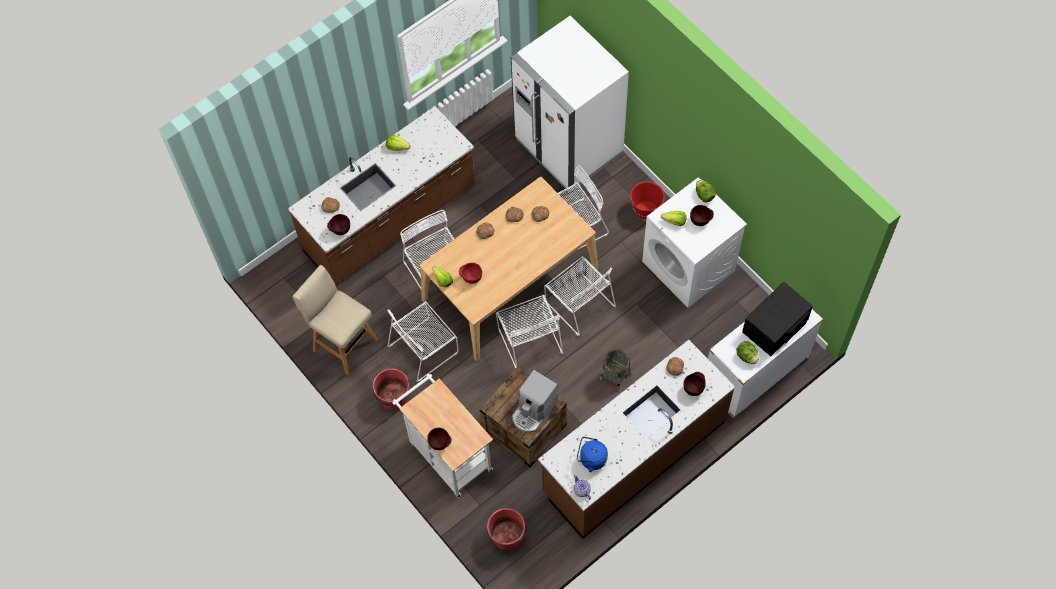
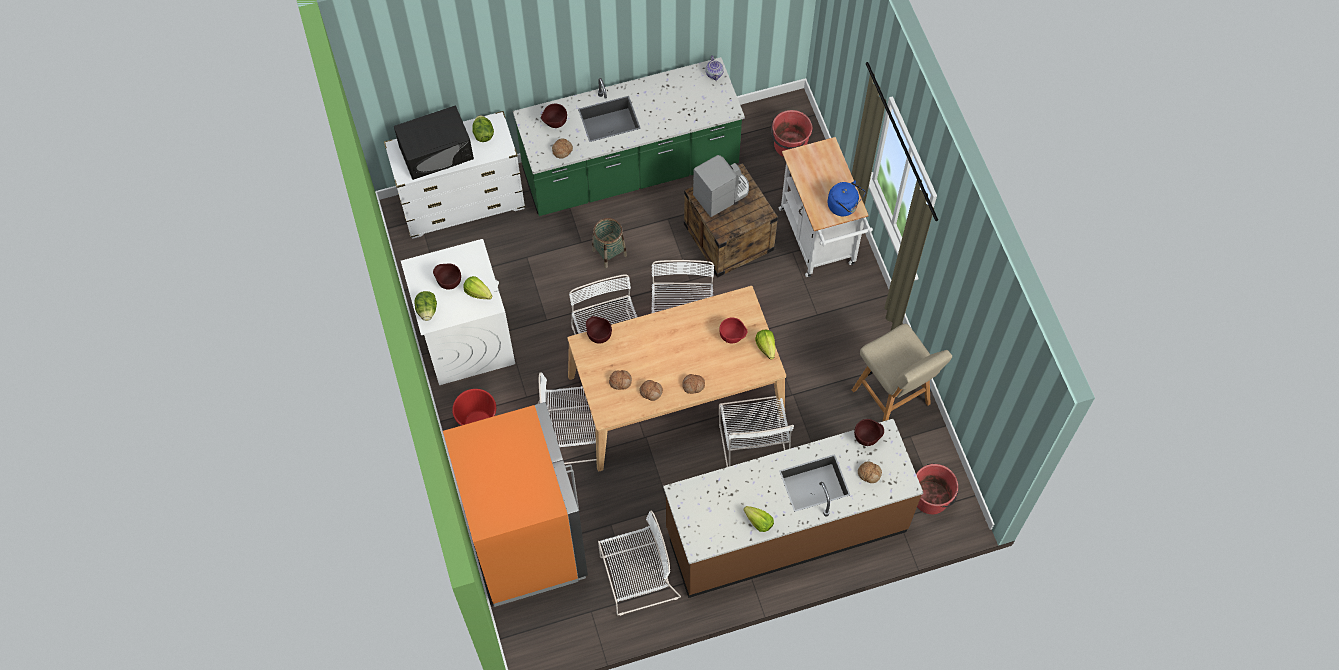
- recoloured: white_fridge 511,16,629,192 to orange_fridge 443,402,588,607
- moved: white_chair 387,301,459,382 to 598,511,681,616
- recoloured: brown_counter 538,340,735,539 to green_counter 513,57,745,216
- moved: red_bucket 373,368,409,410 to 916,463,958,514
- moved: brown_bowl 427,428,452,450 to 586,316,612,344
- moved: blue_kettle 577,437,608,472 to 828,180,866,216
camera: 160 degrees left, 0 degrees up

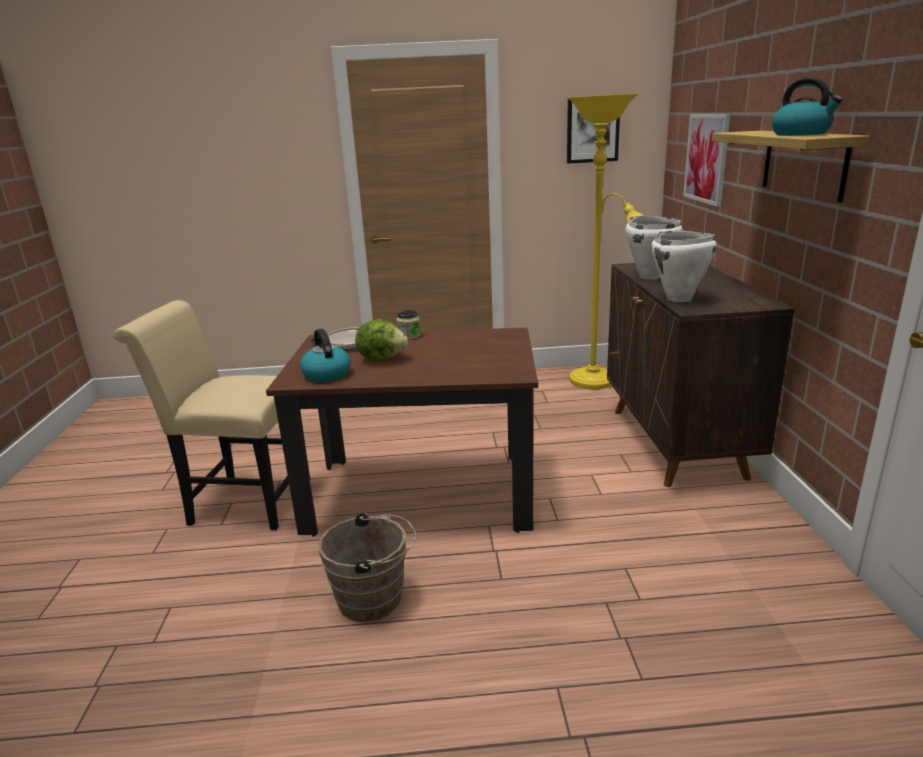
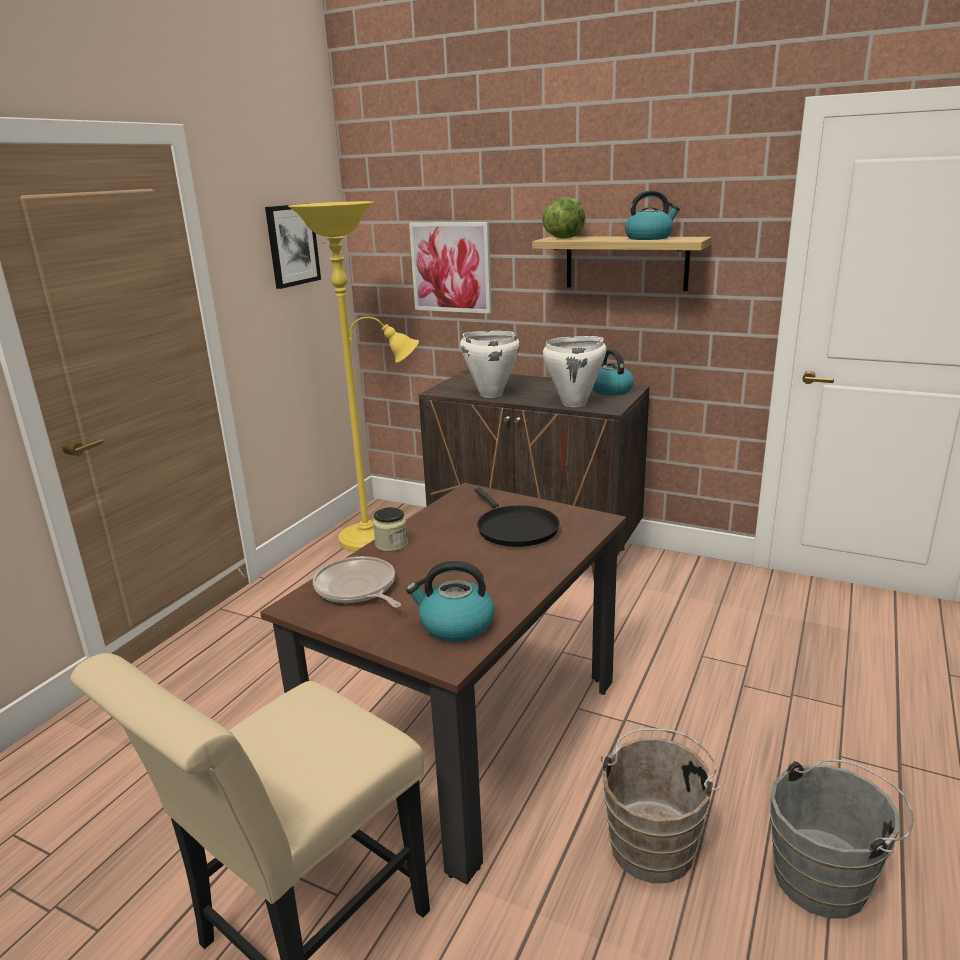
- moved: lettuce 355,319,408,361 to 542,197,585,239
- added: kettle 592,349,634,396
- added: black_frying_pan 474,488,560,547
- added: grey_bucket 769,759,913,919
camera: 60 degrees left, 0 degrees up

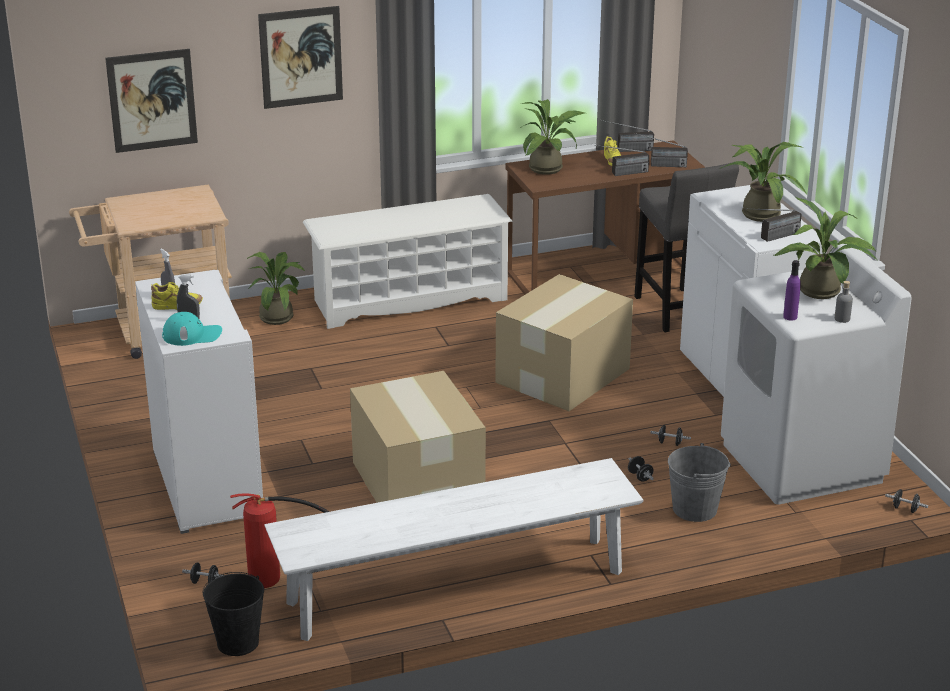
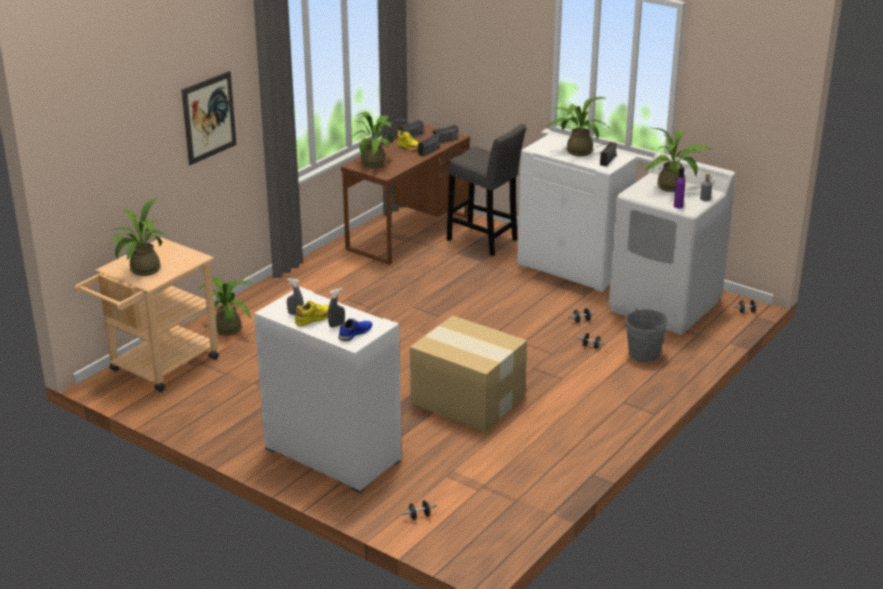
- removed: picture 105,49,198,153
- removed: white_shoe_rack 303,194,513,329
- removed: cardboard_box 495,274,633,411
- replaced: turquoise_cap 162,312,222,346 to blue_shoe 338,319,373,341
- removed: white_bench 264,458,643,641
- removed: fire_extinguisher 230,493,330,588
- removed: black_bucket 203,572,264,656
- added: potted_plant 110,198,167,276
camera: 35 degrees left, 0 degrees up

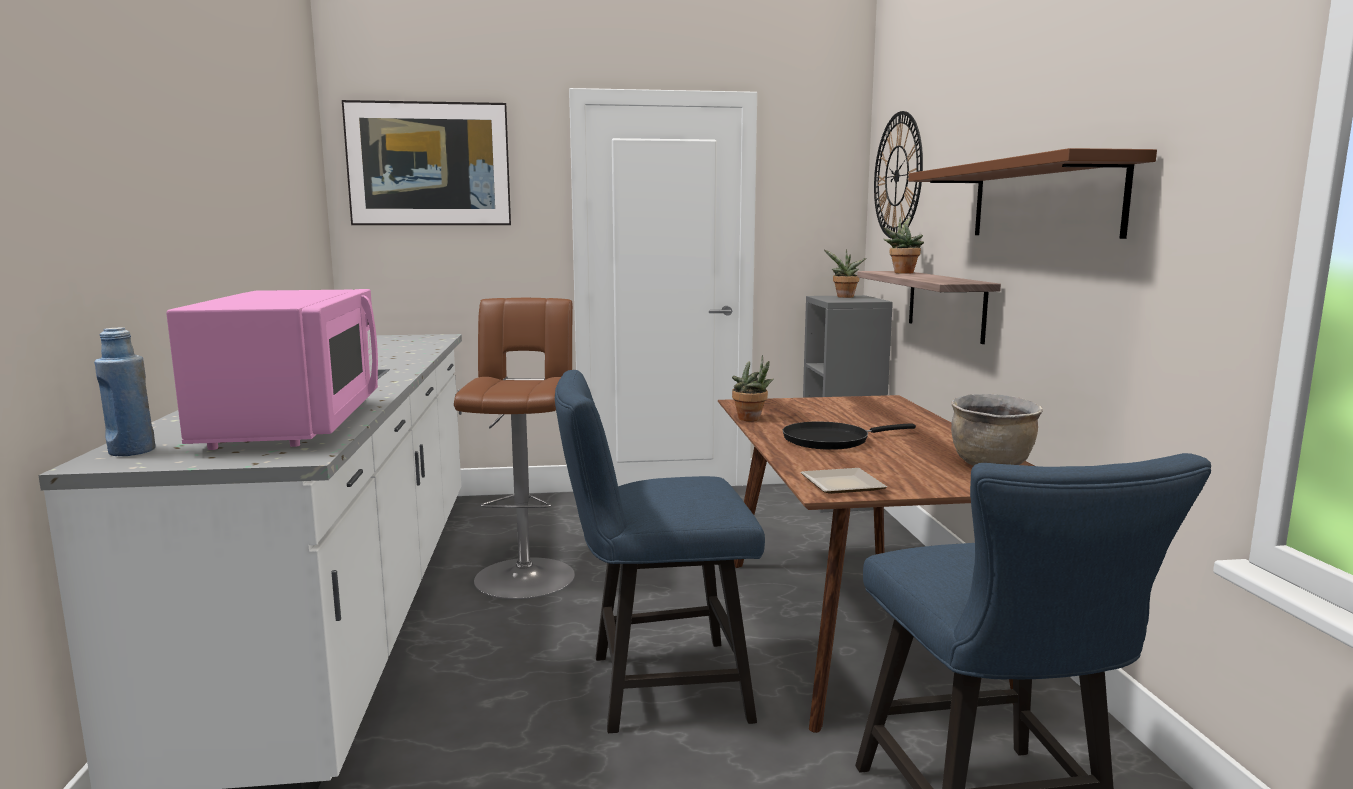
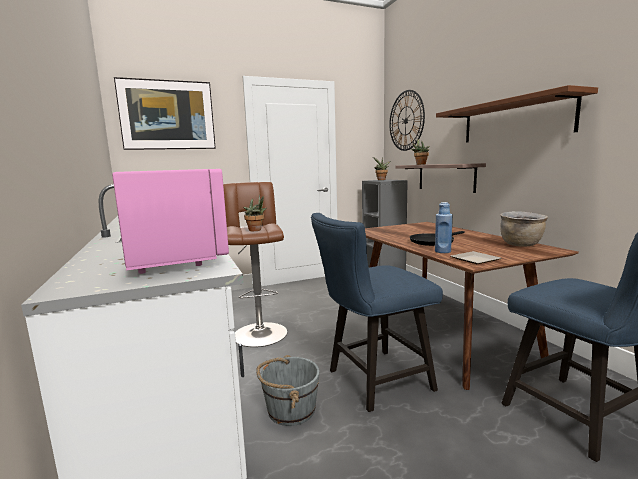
- moved: blue_bottle 94,327,156,456 to 435,202,453,253
- moved: potted_plant 732,355,774,421 to 243,194,266,231
- added: grey_bucket 256,355,320,426
camera: 15 degrees left, 0 degrees up

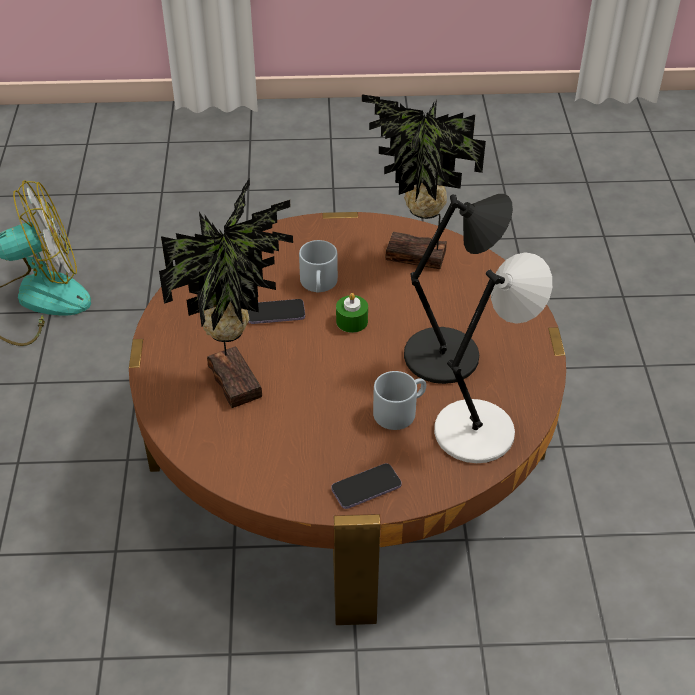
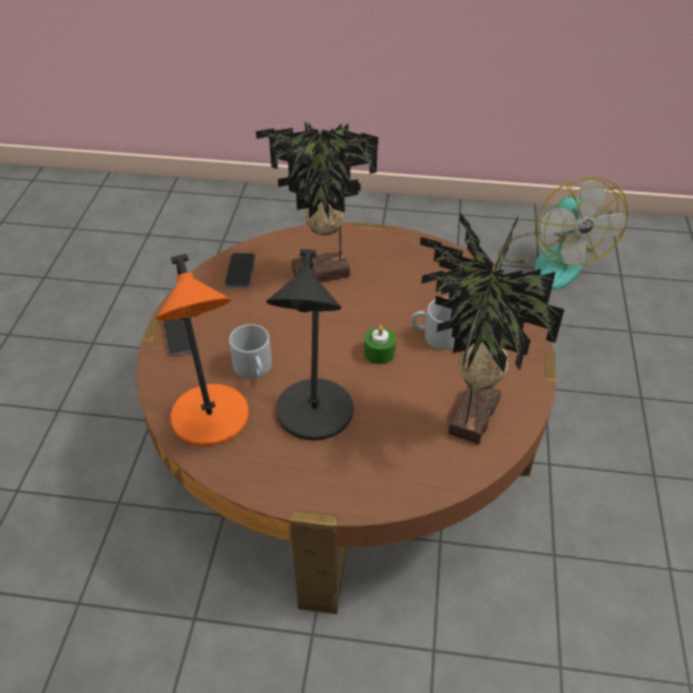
- recoloured: grey_table_lamp 434,252,552,463 to orange_table_lamp 156,254,249,447
- moved: phone 248,299,305,324 to 225,253,256,288
camera: 100 degrees right, 0 degrees up

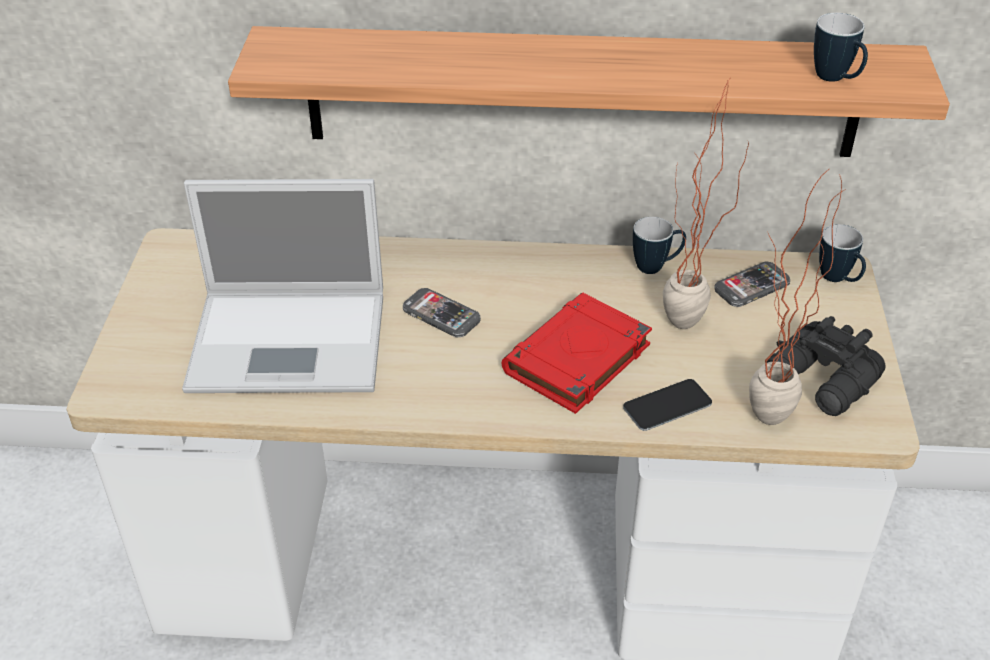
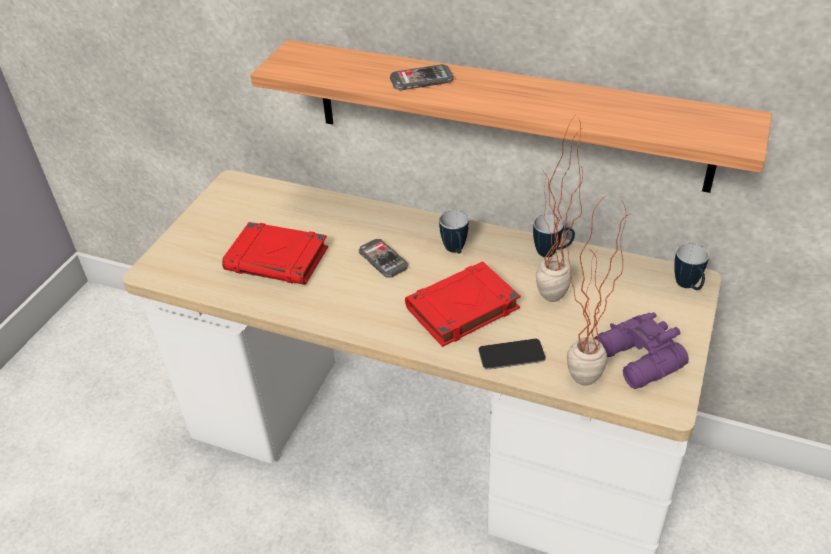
- moved: mug 814,13,868,82 to 439,210,469,254
- replaced: laptop 182,179,383,393 to red_book 222,222,328,285
- moved: phone 714,261,790,307 to 390,64,454,90
- recoloured: black_binoculars 767,316,886,416 to purple_binoculars 594,312,689,389
camera: 20 degrees right, 0 degrees up

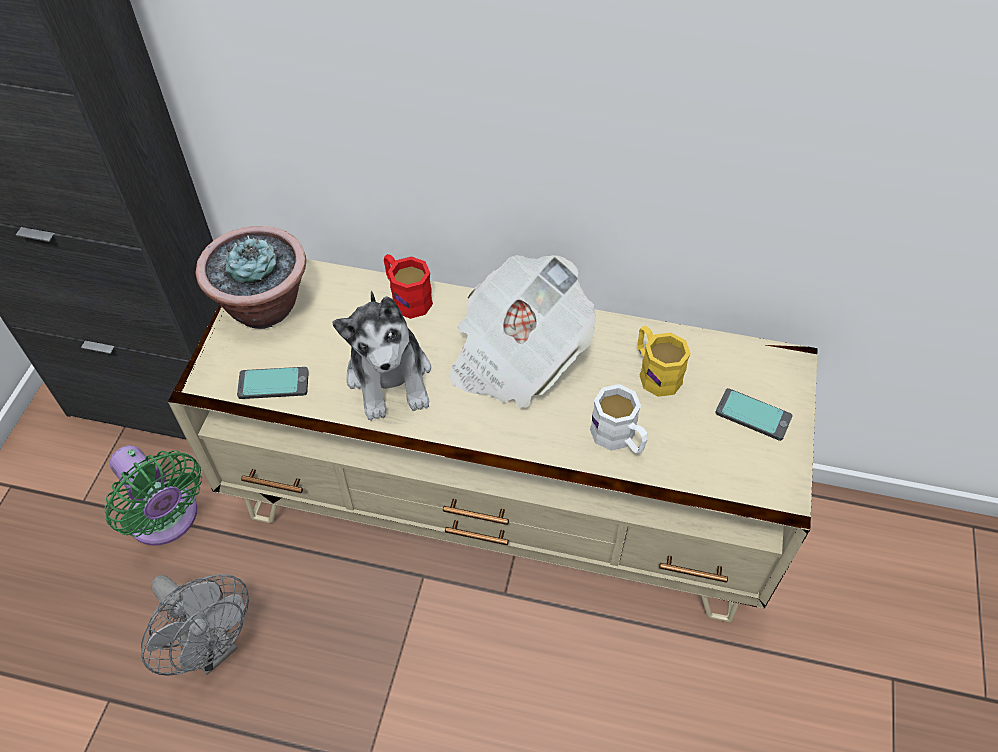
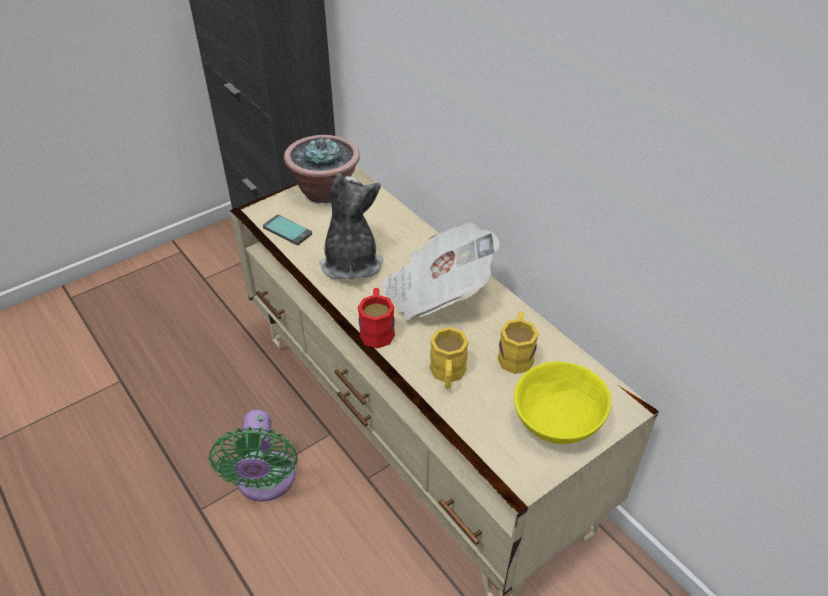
- moved: red_mug 384,254,433,319 to 358,288,395,348
- turned: plush_toy 332,291,431,421 = 320,173,383,280 150 degrees clockwise
- recoloured: white_mug 590,384,648,454 to yellow_mug 430,327,469,388
- replaced: phone 715,388,793,441 to yellow_bowl 514,361,611,444
- moved: green_fan 104,445,202,546 to 209,410,298,502
- removed: grey_fan 141,574,249,676
camera: 40 degrees right, 10 degrees down

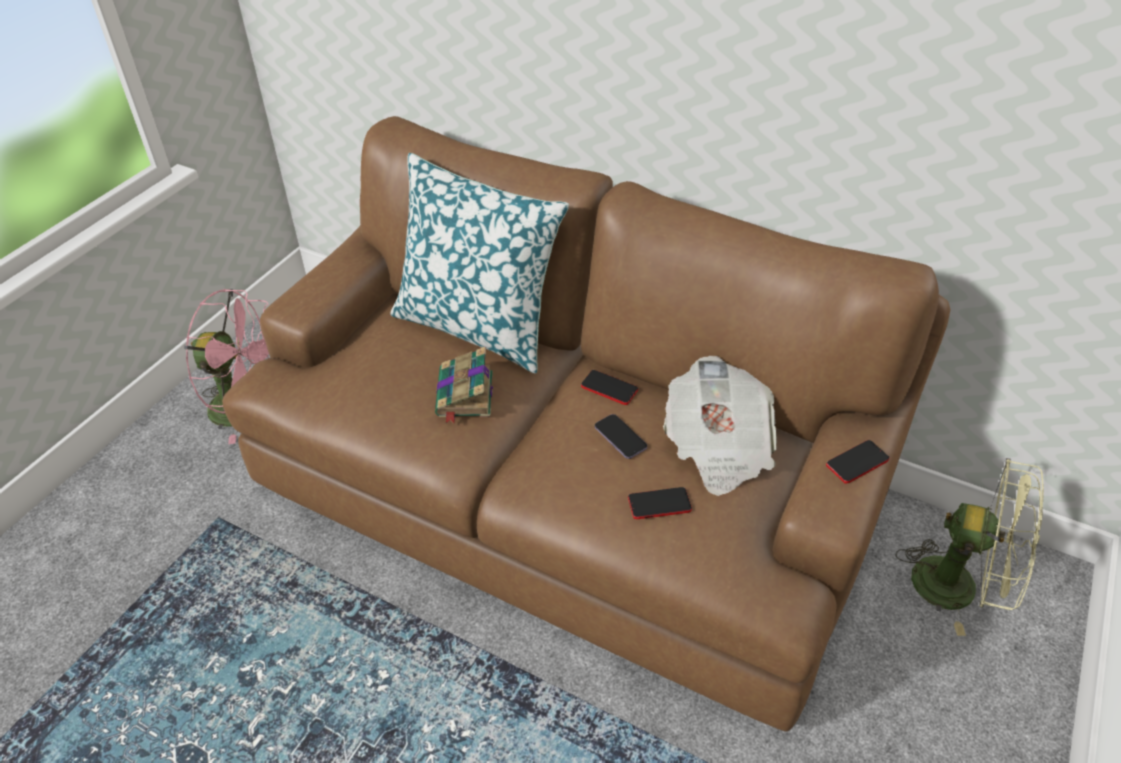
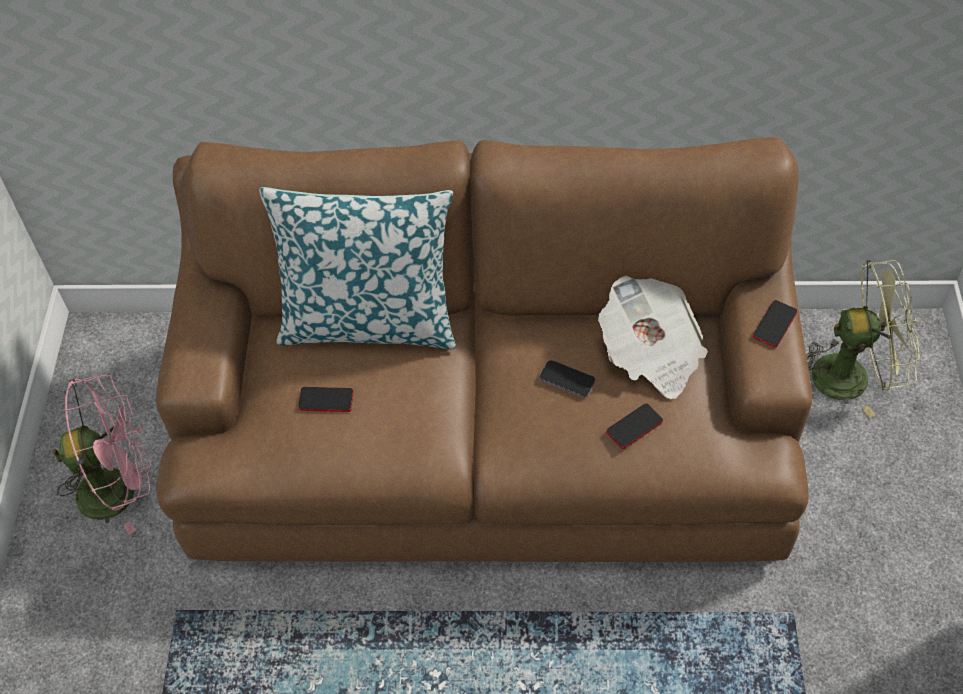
- removed: book 435,347,493,423
- moved: phone 581,370,638,405 to 298,387,354,412
camera: 25 degrees left, 10 degrees up

